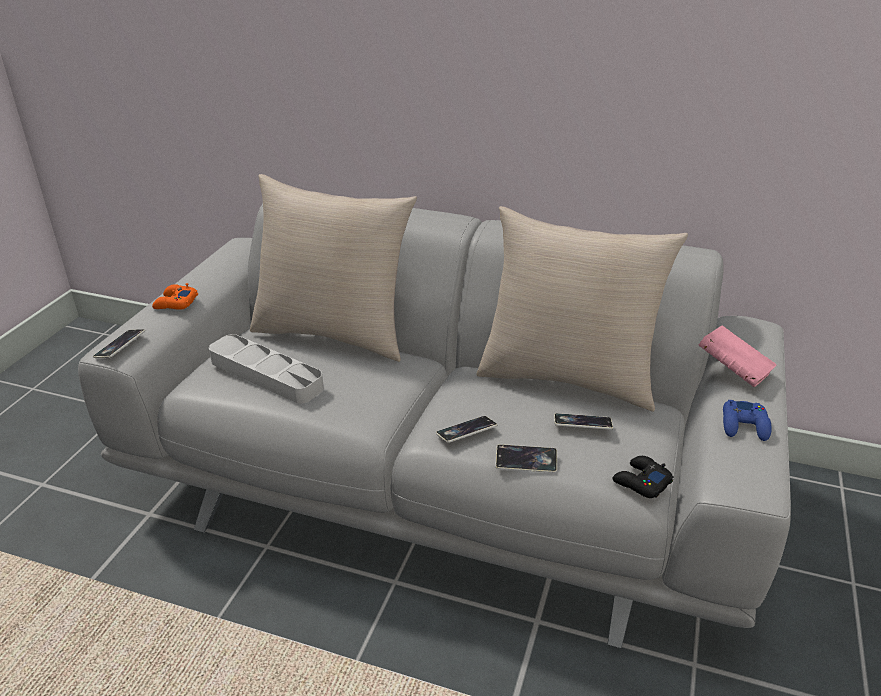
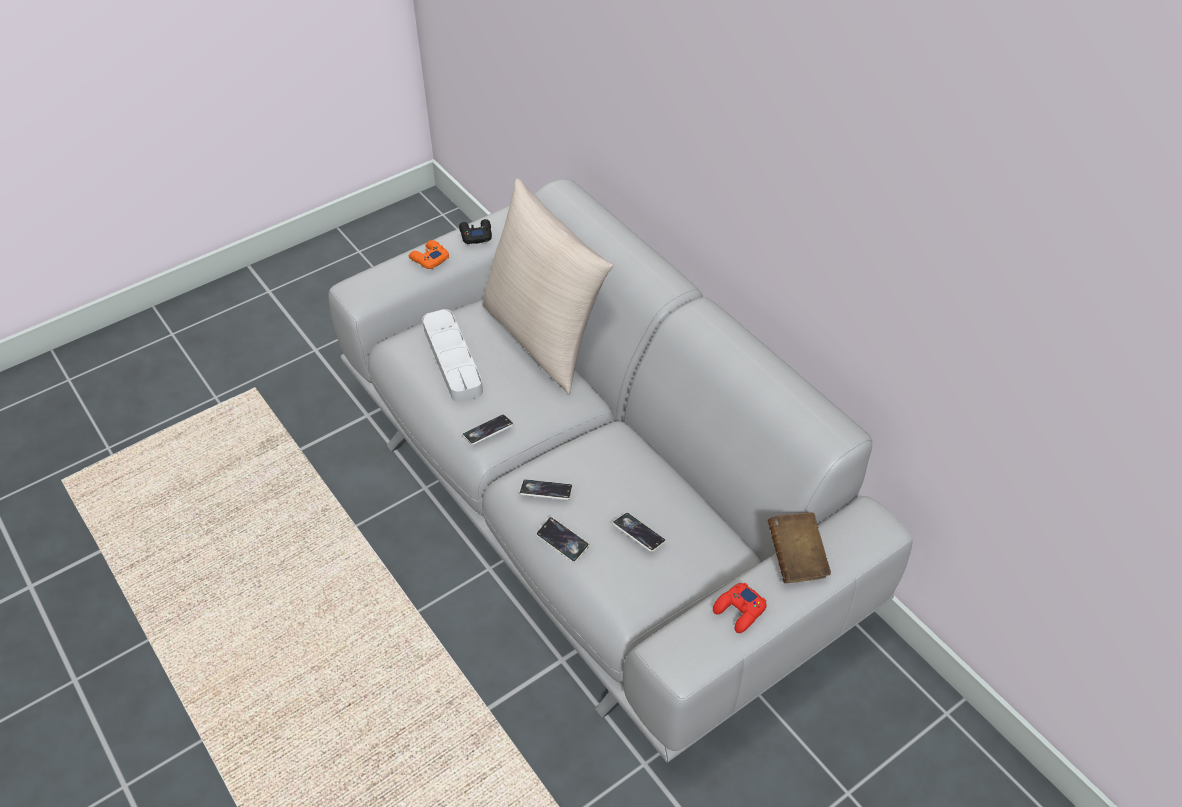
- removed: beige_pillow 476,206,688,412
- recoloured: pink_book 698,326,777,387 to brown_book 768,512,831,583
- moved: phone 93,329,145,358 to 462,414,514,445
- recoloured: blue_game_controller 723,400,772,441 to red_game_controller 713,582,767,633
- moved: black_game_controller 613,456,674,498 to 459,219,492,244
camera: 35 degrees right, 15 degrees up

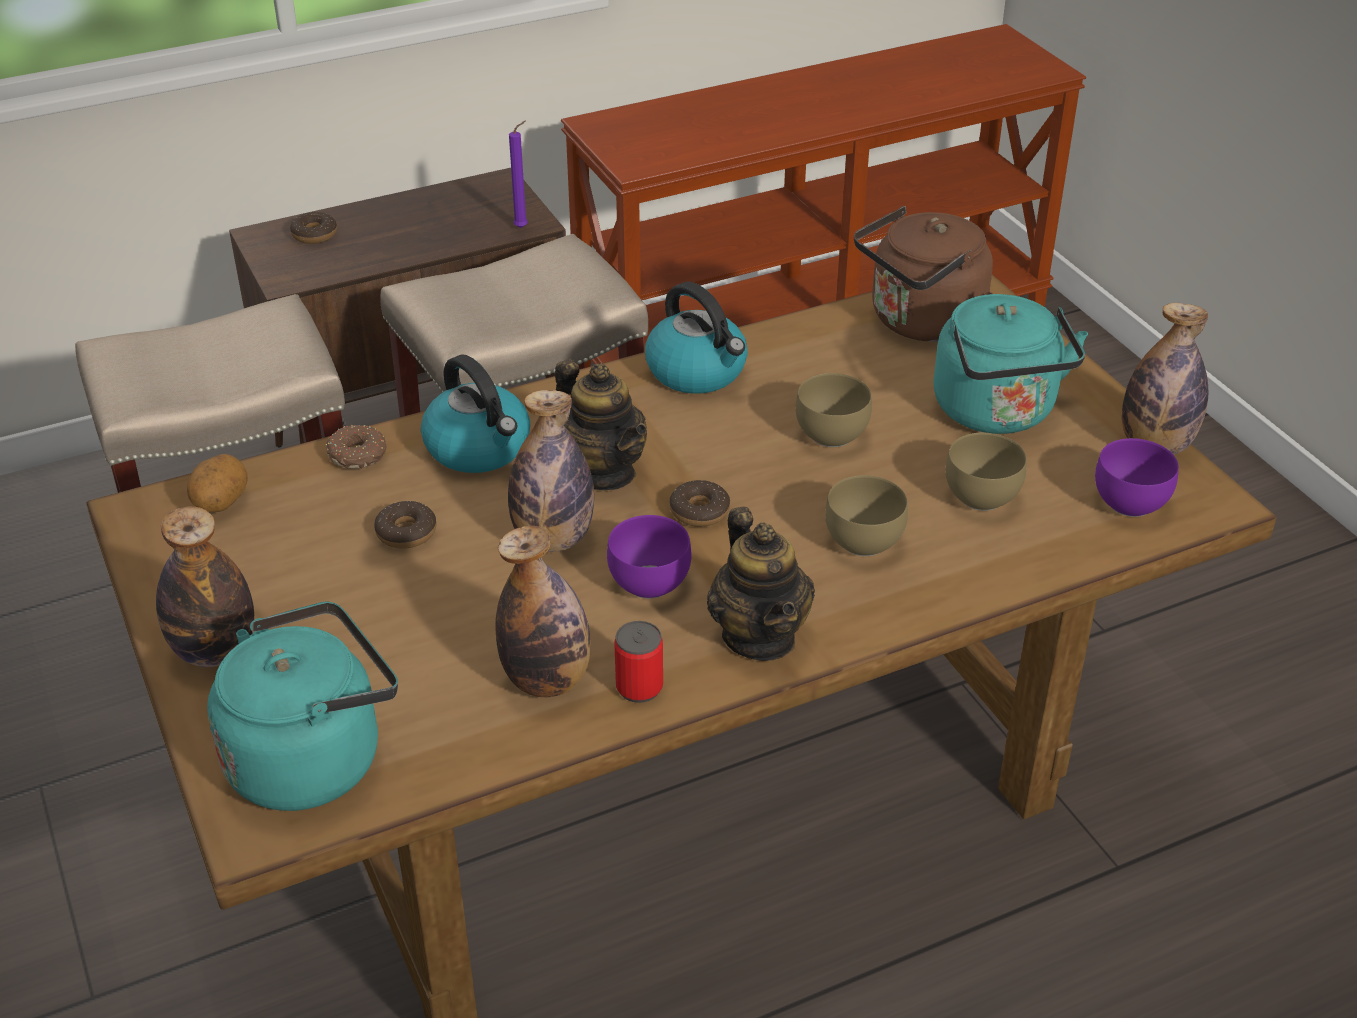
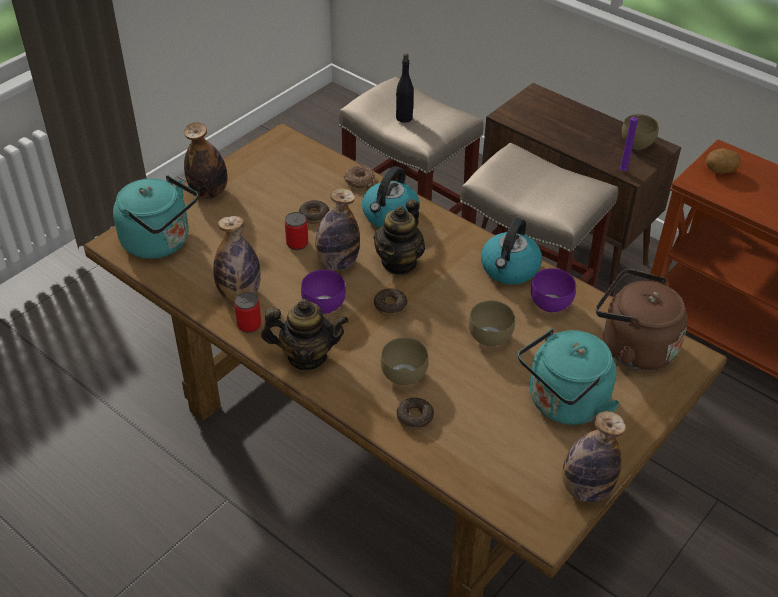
- moved: donut 290,212,337,244 to 396,398,434,430
- moved: brown_bowl 945,433,1027,511 to 622,114,659,150
- moved: purple_bowl 1095,438,1179,517 to 531,268,576,313
- moved: potato 187,454,248,512 to 705,148,741,173
- turned: teapot 707,507,815,661 = 261,299,349,370 135 degrees counterclockwise
- added: black_bottle 396,53,414,123
- added: can 285,212,308,250
camera: 65 degrees right, 5 degrees up

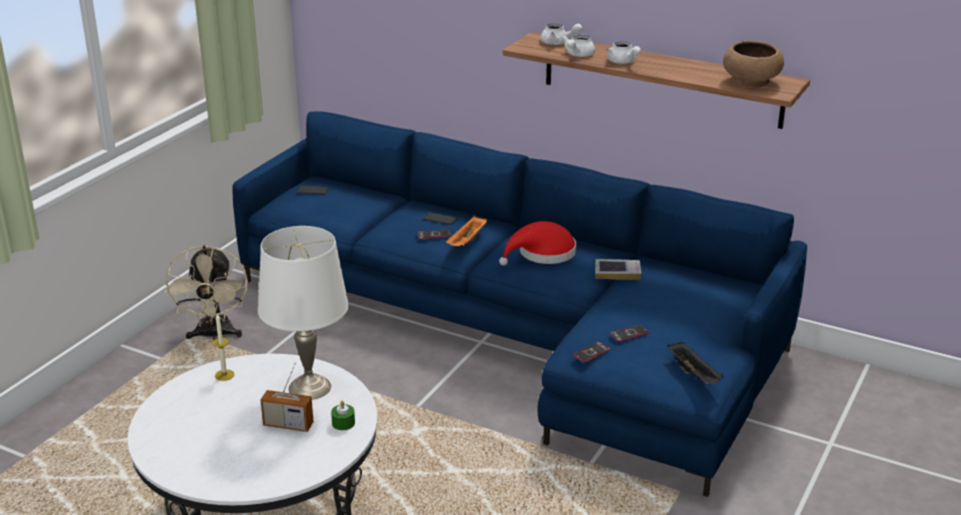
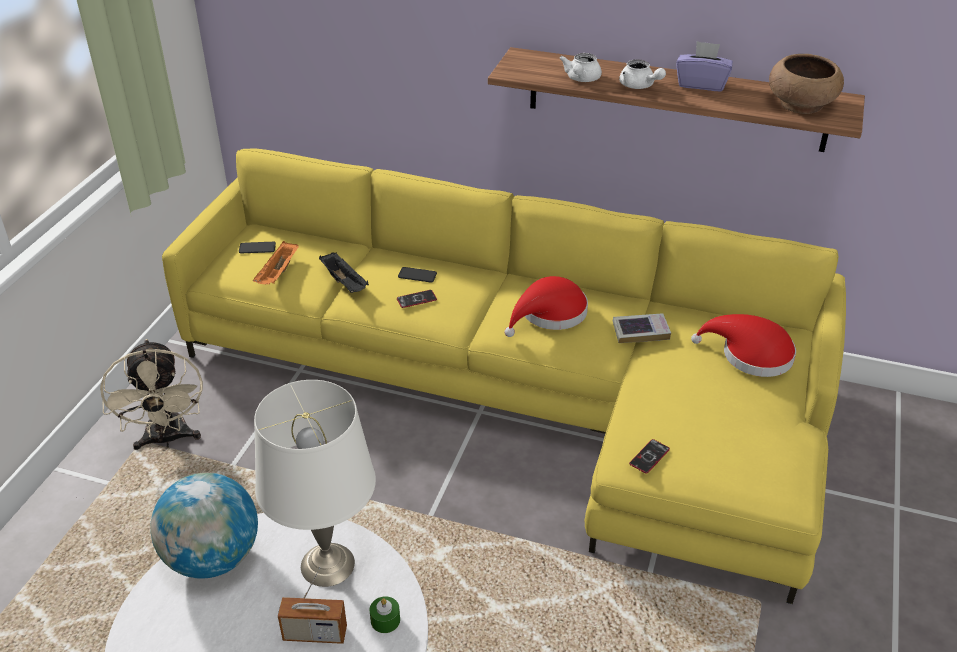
- removed: white_teapot 541,23,582,45
- recoloured: blue_sofa 232,111,807,497 to yellow_sofa 162,149,846,604
- moved: orange_tray 446,215,487,246 to 253,241,299,284
- replaced: candle 212,314,235,381 to globe 150,473,258,579
- removed: phone 610,325,649,342
- moved: black_tray 667,342,723,384 to 319,252,369,293
- added: purple_tissue_box 676,41,733,91
- added: red_hat 691,314,796,377
camera: 10 degrees left, 10 degrees up

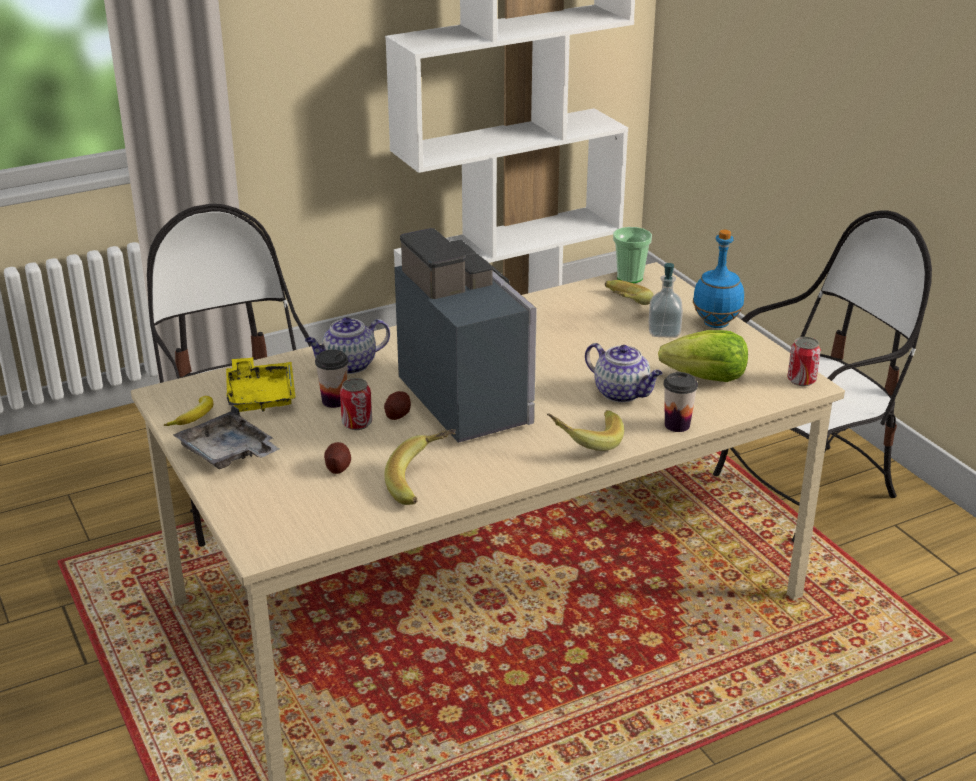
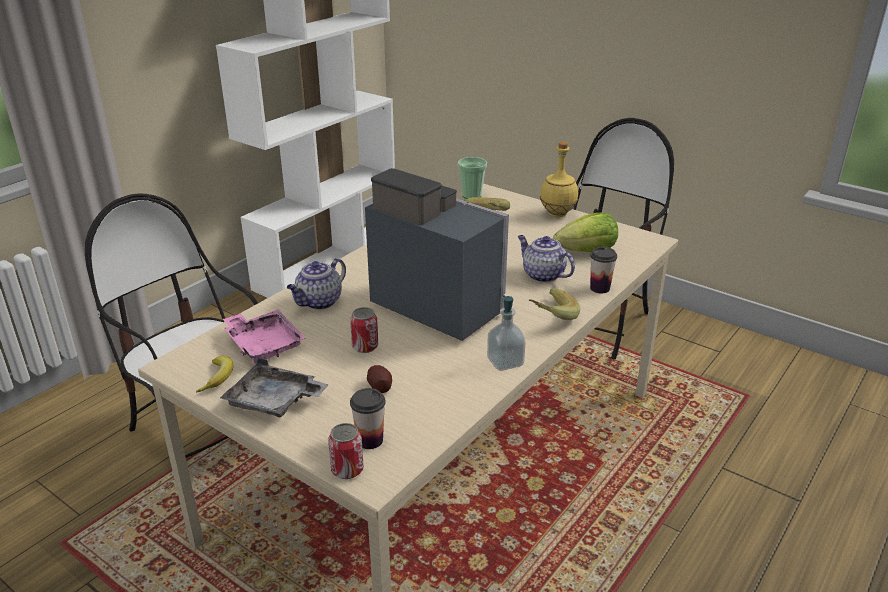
- recoloured: blue_bottle 693,230,744,328 to yellow_bottle 540,142,578,217
- moved: soap_dispenser 649,263,683,338 to 487,296,525,371
- moved: can 787,337,821,386 to 328,423,364,479
- turned: teapot 585,343,663,403 = 518,235,575,283 150 degrees counterclockwise
- moved: cup 315,349,348,408 to 350,388,386,449
- recoloured: yellow_tray 226,357,296,412 to pink_tray 223,310,305,363
- removed: potato 384,391,411,420
- removed: banana 384,429,456,505
camera: 25 degrees left, 0 degrees up

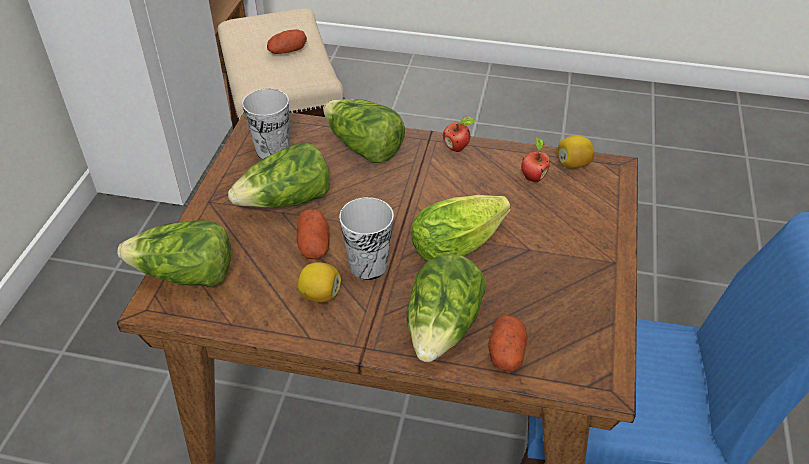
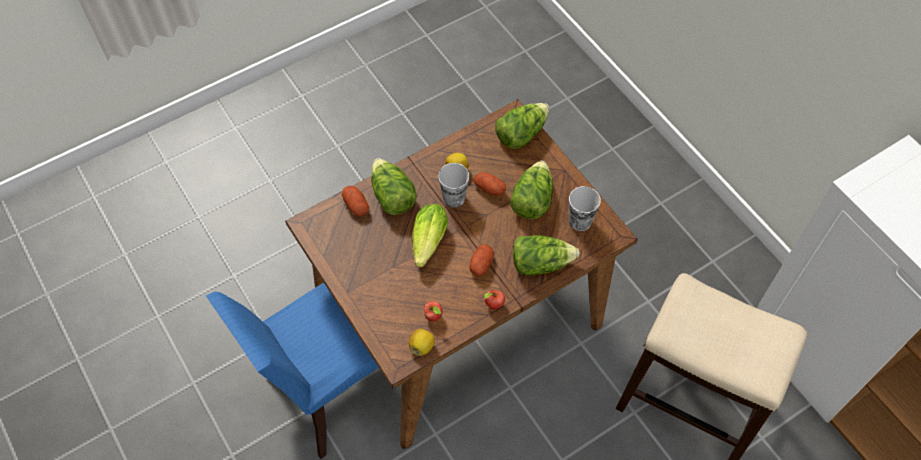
- moved: potato 267,29,307,54 to 469,244,494,276
camera: 135 degrees right, 15 degrees up

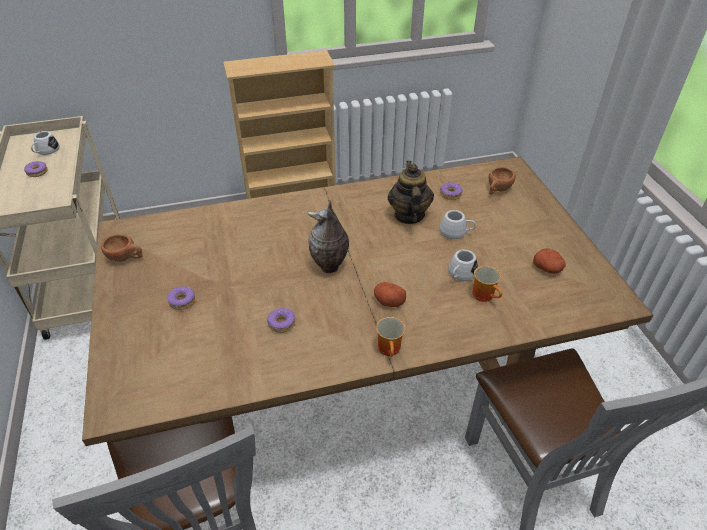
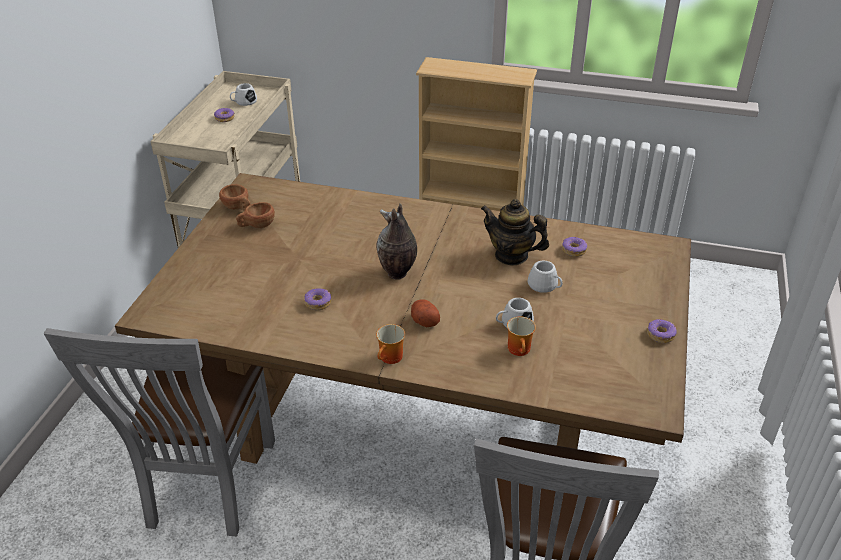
- turned: teapot 388,161,434,224 = 481,199,549,265 90 degrees counterclockwise
- moved: brown_cup 489,167,516,195 to 236,202,275,228
- removed: potato 533,248,566,274
- moved: donut 167,286,195,310 to 647,319,677,343
camera: 30 degrees right, 5 degrees down

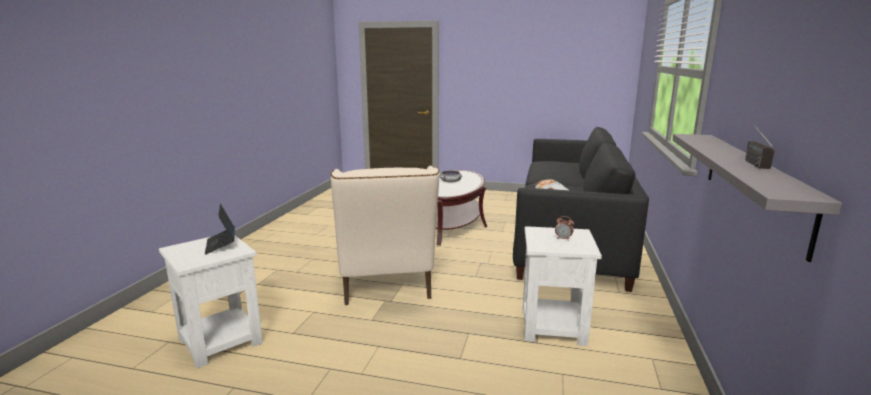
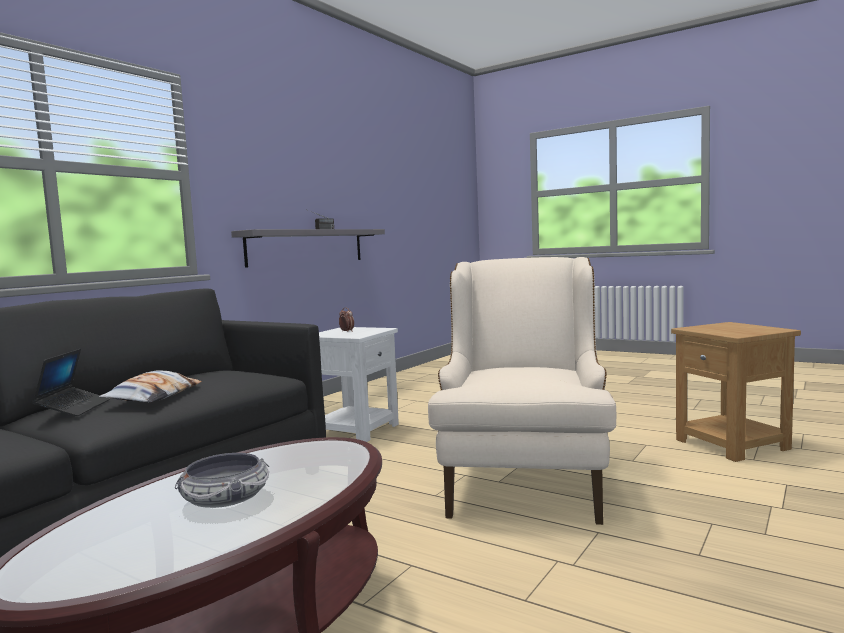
- moved: laptop 205,204,235,255 to 32,349,110,416
- recoloured: white_side_table 159,235,263,368 to brown_side_table 671,322,801,462
camera: 160 degrees left, 10 degrees down

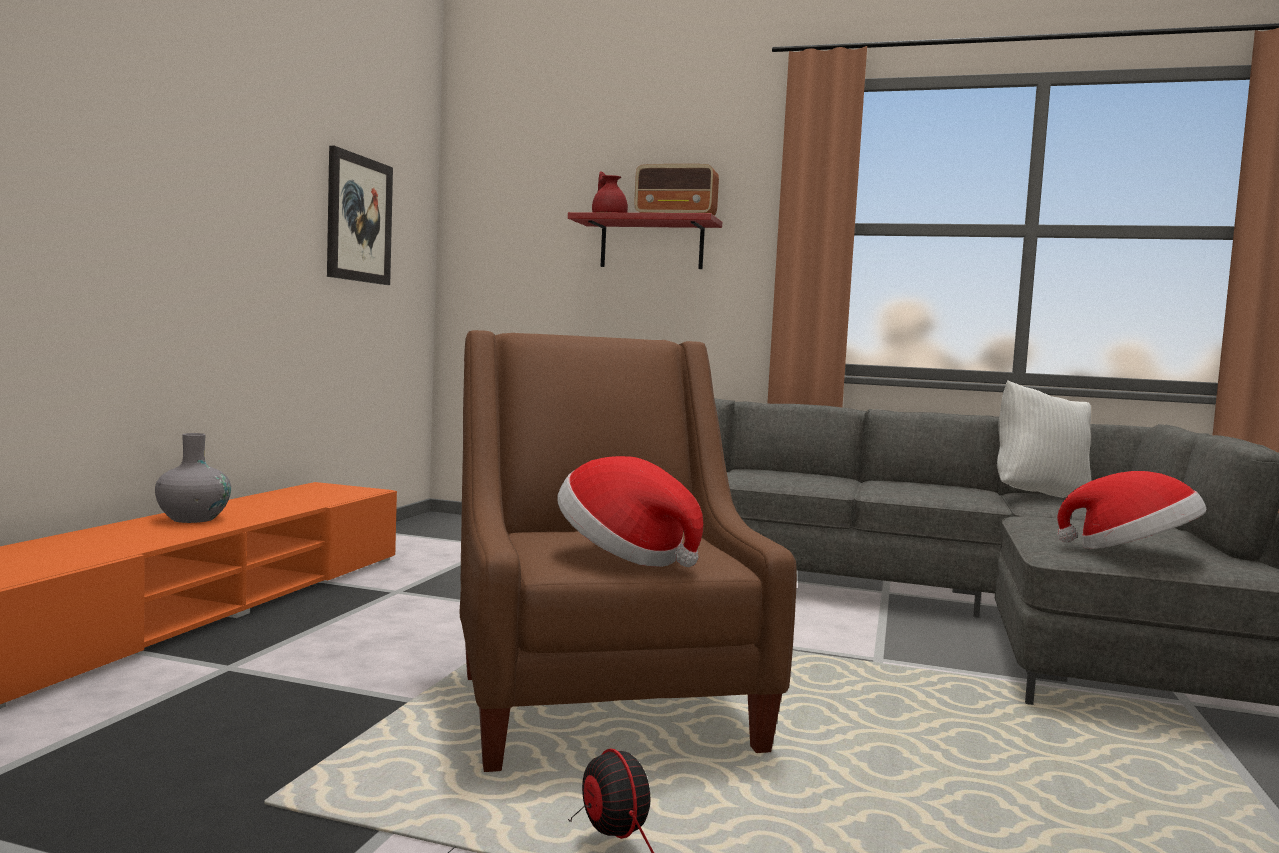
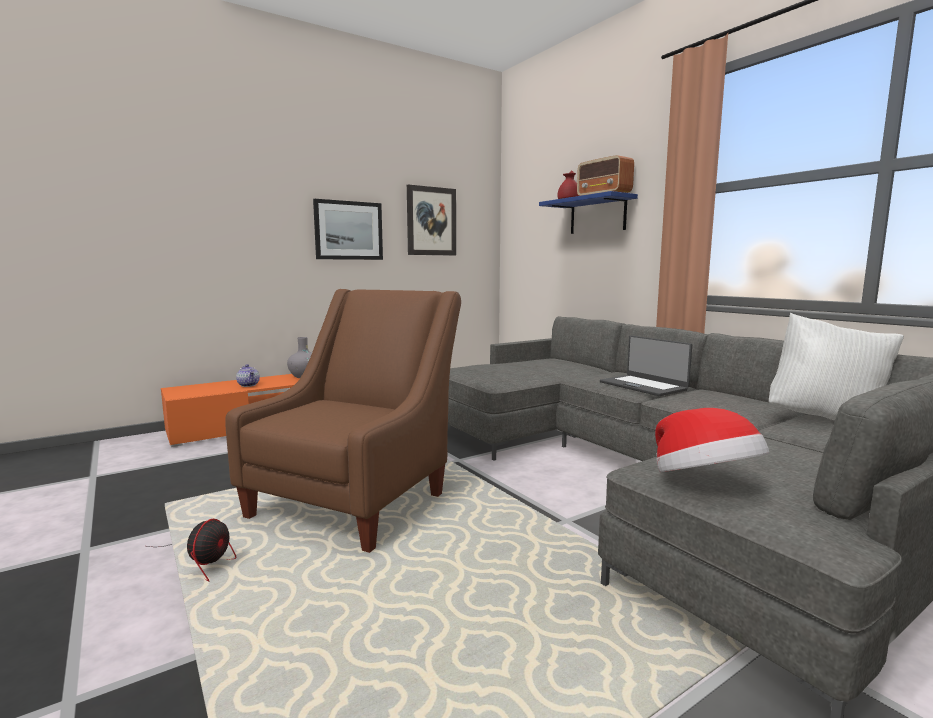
- recoloured: red_shelf 568,212,722,269 to blue_shelf 539,191,638,234
- removed: hat 557,456,703,567
- added: picture 313,199,383,260
- added: laptop 600,335,692,396
- added: teapot 236,364,260,387
camera: 40 degrees right, 5 degrees up

